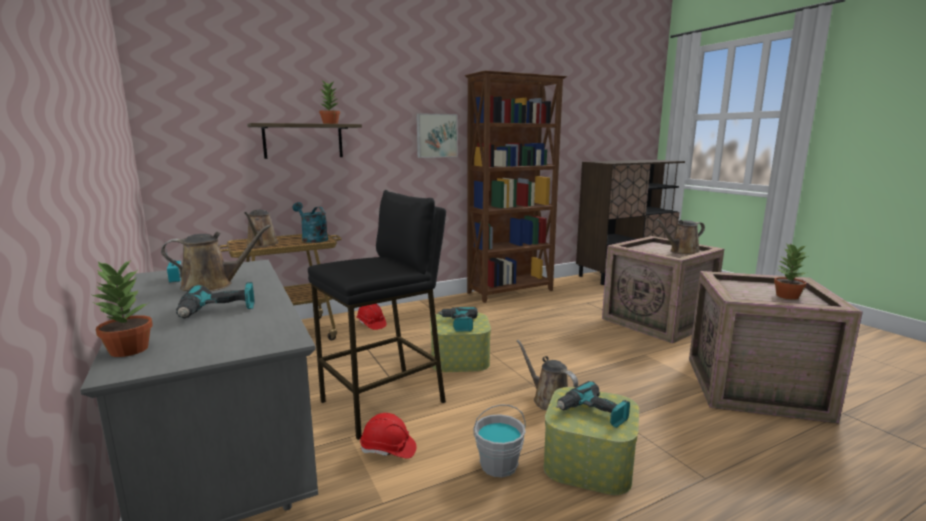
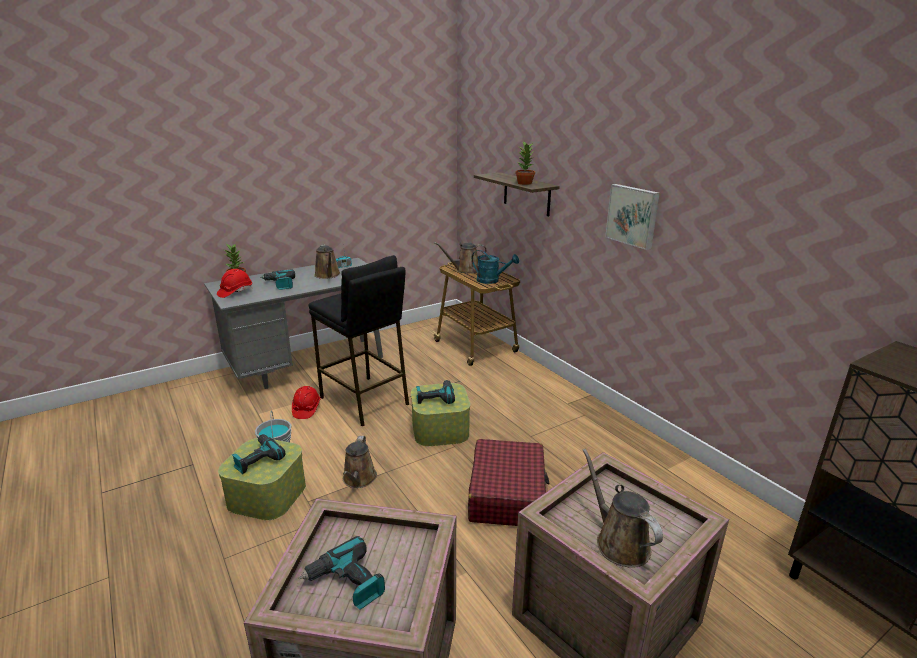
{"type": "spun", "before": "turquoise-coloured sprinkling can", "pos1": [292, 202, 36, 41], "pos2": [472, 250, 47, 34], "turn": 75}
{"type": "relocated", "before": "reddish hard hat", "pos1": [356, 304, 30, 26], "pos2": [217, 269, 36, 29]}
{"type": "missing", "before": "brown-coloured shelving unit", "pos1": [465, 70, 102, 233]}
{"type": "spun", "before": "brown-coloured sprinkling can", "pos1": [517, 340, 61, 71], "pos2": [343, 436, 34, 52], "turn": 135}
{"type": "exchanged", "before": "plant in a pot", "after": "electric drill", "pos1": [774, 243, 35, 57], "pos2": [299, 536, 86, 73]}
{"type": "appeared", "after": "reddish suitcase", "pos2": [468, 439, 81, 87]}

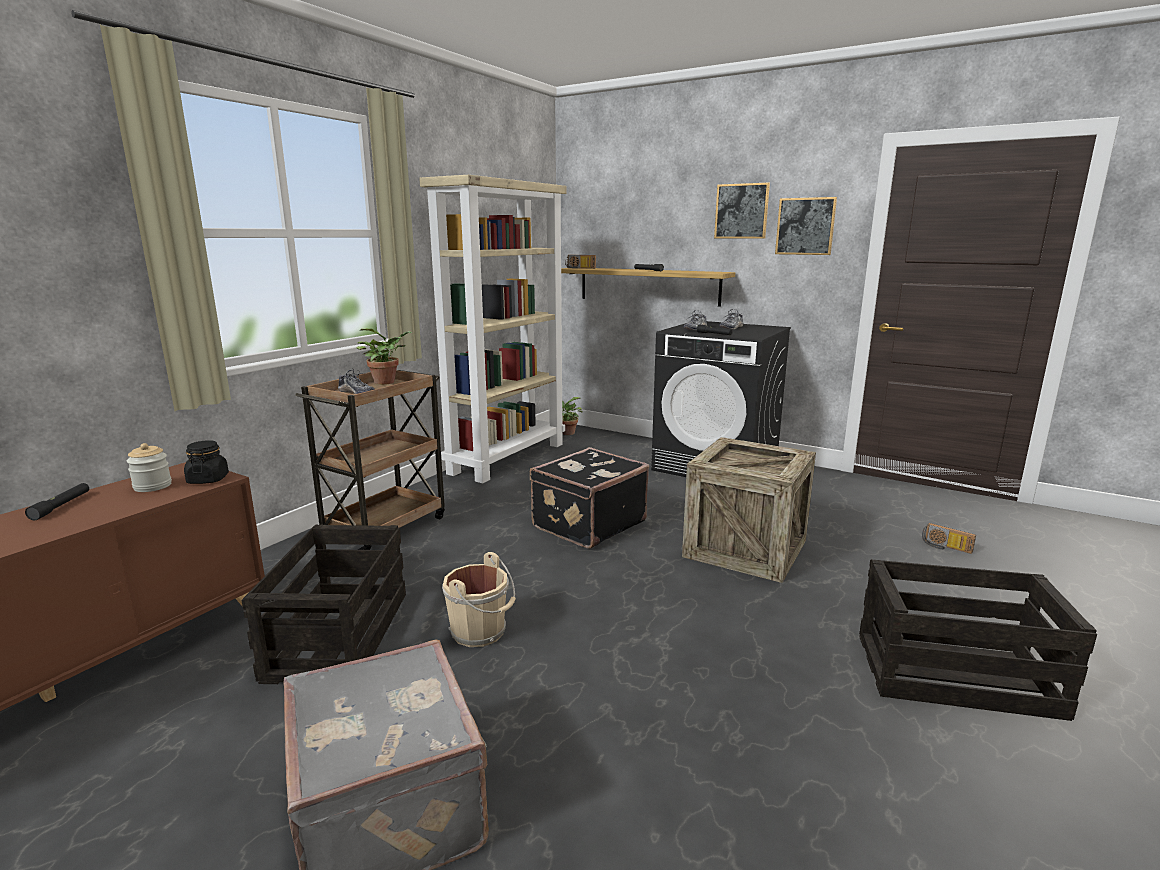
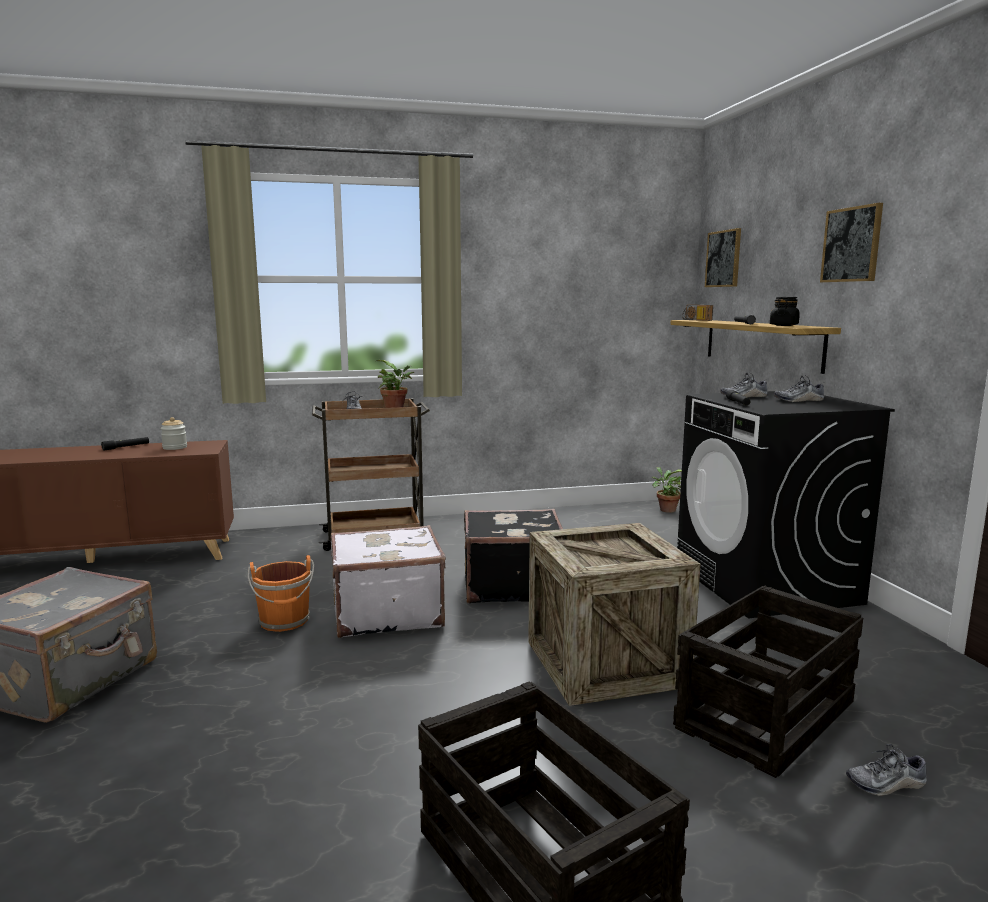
{"type": "relocated", "before": "blackish preserve jar", "pos1": [184, 440, 45, 44], "pos2": [770, 297, 30, 29]}
{"type": "relocated", "before": "crate", "pos1": [241, 524, 165, 160], "pos2": [673, 586, 190, 192]}
{"type": "missing", "before": "beige shelving unit", "pos1": [419, 175, 147, 308]}
{"type": "colour", "before": "beige water bucket", "after": "orange water bucket", "pos1": [442, 552, 74, 95], "pos2": [248, 555, 66, 77]}
{"type": "relocated", "before": "wall art", "pos1": [775, 197, 62, 58], "pos2": [705, 228, 36, 59]}
{"type": "exchanged", "before": "radio set", "after": "shoe", "pos1": [922, 523, 54, 31], "pos2": [846, 744, 81, 52]}
{"type": "appeared", "after": "white-coloured suitcase", "pos2": [331, 525, 115, 113]}

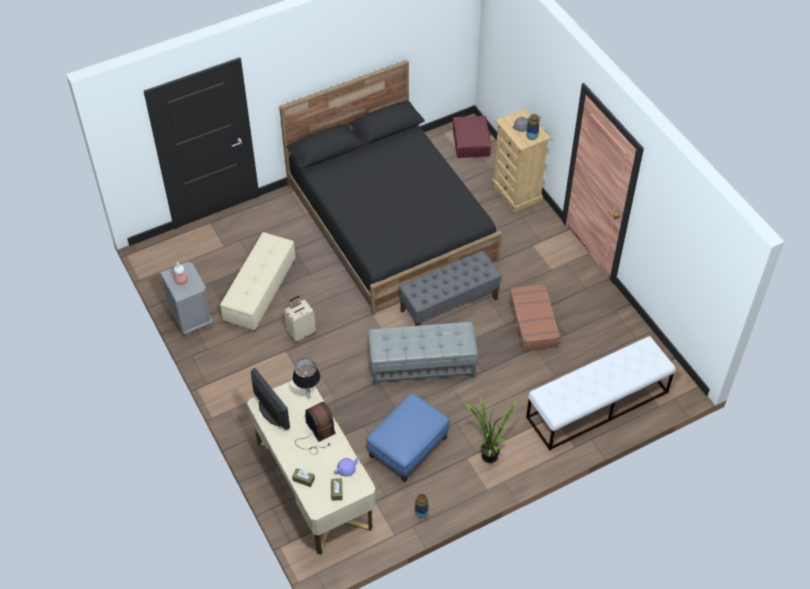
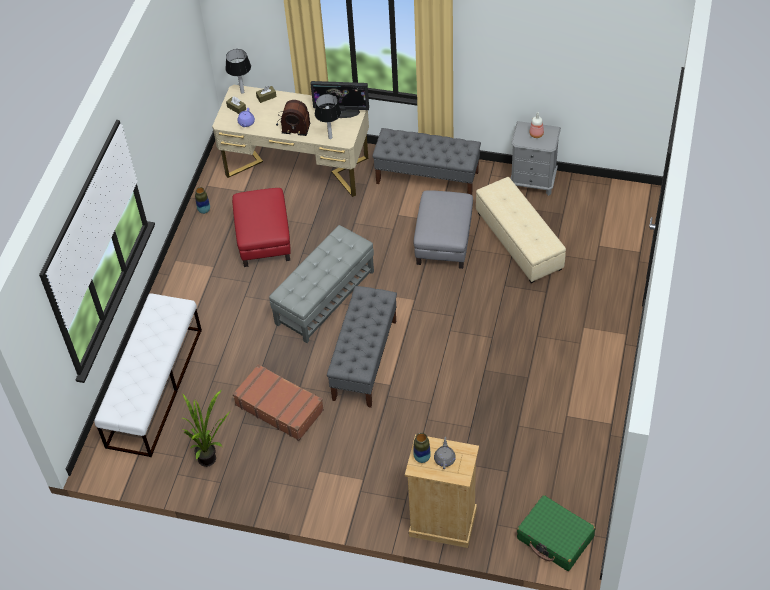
{"type": "missing", "before": "blackish bed", "pos1": [279, 60, 223, 256]}
{"type": "exchanged", "before": "beige suitcase", "after": "greyish ottoman", "pos1": [284, 296, 32, 47], "pos2": [414, 190, 59, 79]}
{"type": "colour", "before": "bluish ottoman", "after": "reddish ottoman", "pos1": [366, 394, 84, 88], "pos2": [232, 188, 59, 79]}
{"type": "colour", "before": "reddish suitcase", "after": "green-coloured suitcase", "pos1": [453, 115, 38, 43], "pos2": [517, 495, 78, 76]}
{"type": "relocated", "before": "plant in a pot", "pos1": [465, 397, 53, 66], "pos2": [181, 390, 48, 77]}
{"type": "appeared", "after": "tabletop lamp", "pos2": [225, 49, 26, 45]}
{"type": "appeared", "after": "greyish bench", "pos2": [372, 128, 109, 67]}

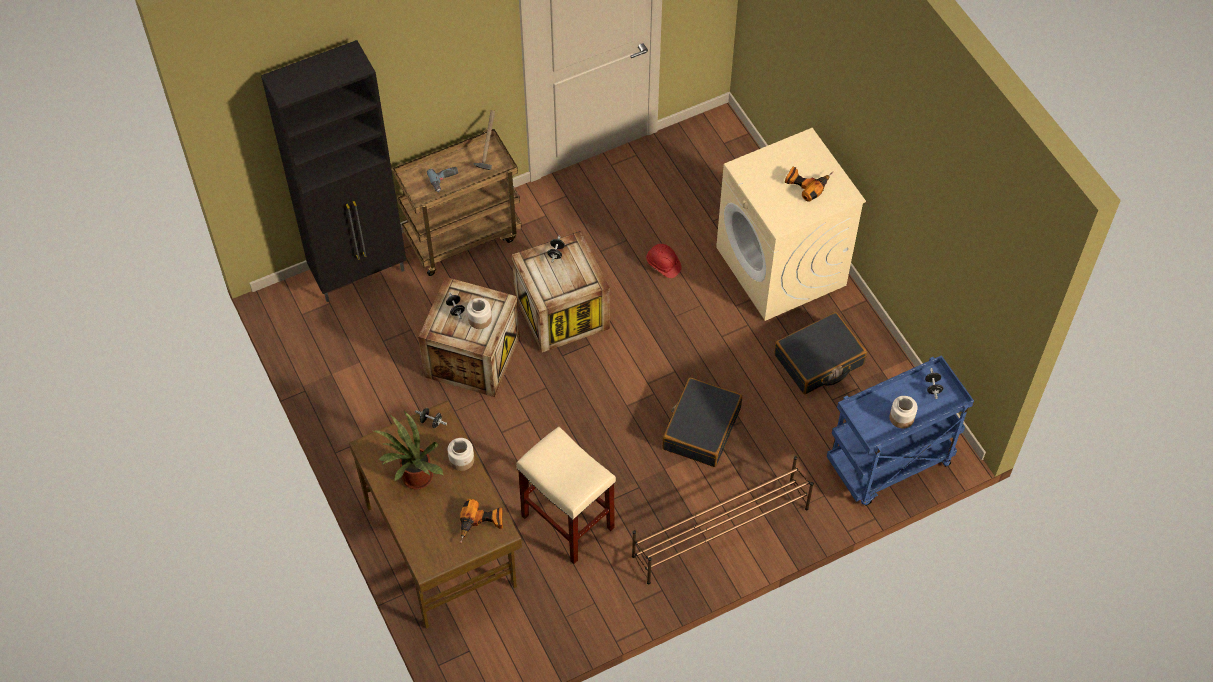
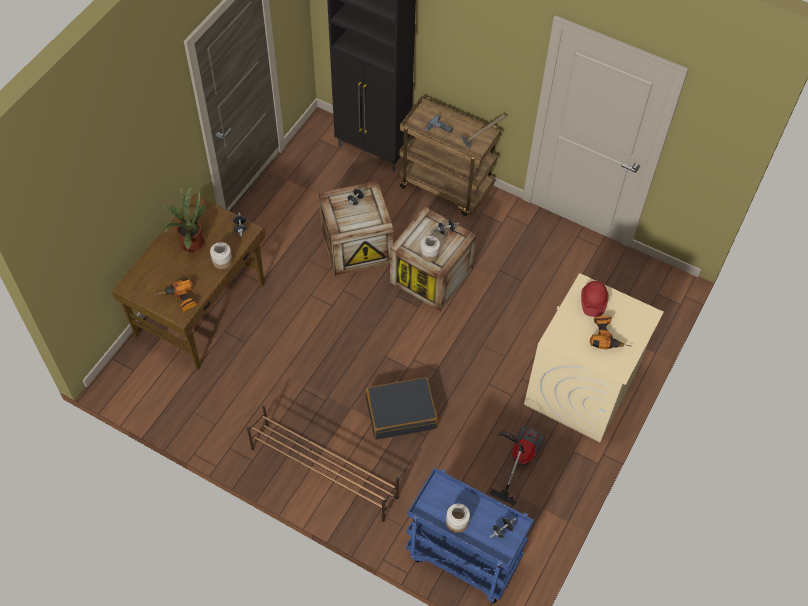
{"type": "relocated", "before": "preserve jar", "pos1": [467, 298, 25, 31], "pos2": [420, 236, 20, 26]}
{"type": "missing", "before": "beige sitting stool", "pos1": [516, 426, 100, 138]}
{"type": "relocated", "before": "reddish hard hat", "pos1": [646, 244, 36, 34], "pos2": [581, 281, 28, 36]}
{"type": "exchanged", "before": "blackish suitcase", "after": "hoover", "pos1": [774, 312, 93, 82], "pos2": [489, 426, 57, 80]}

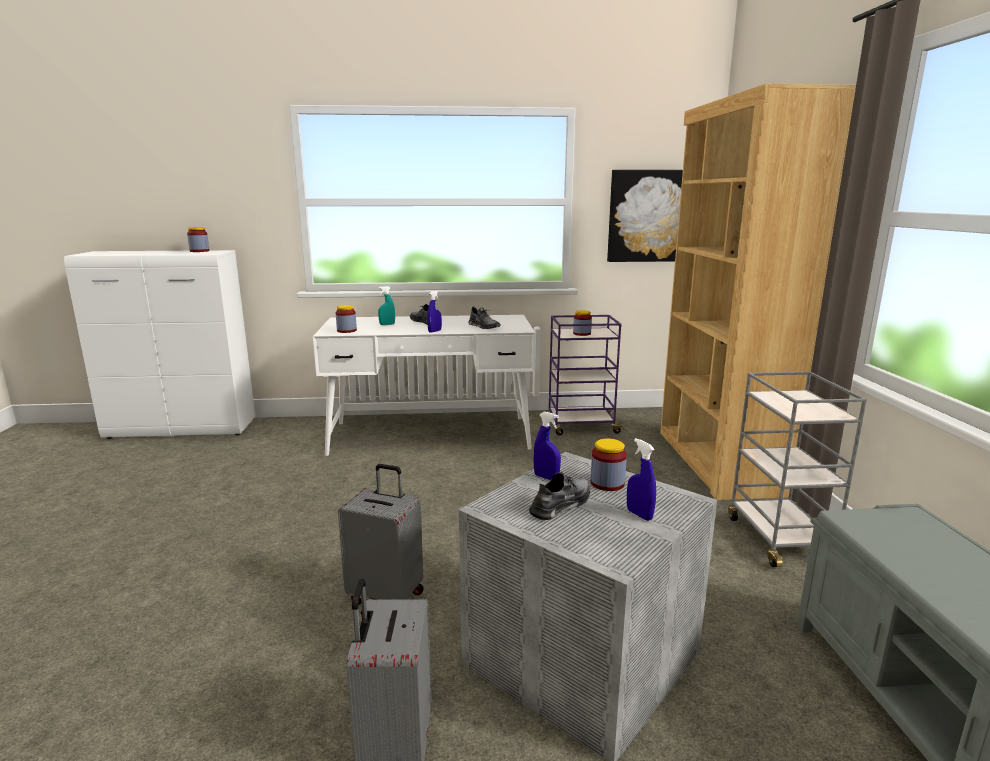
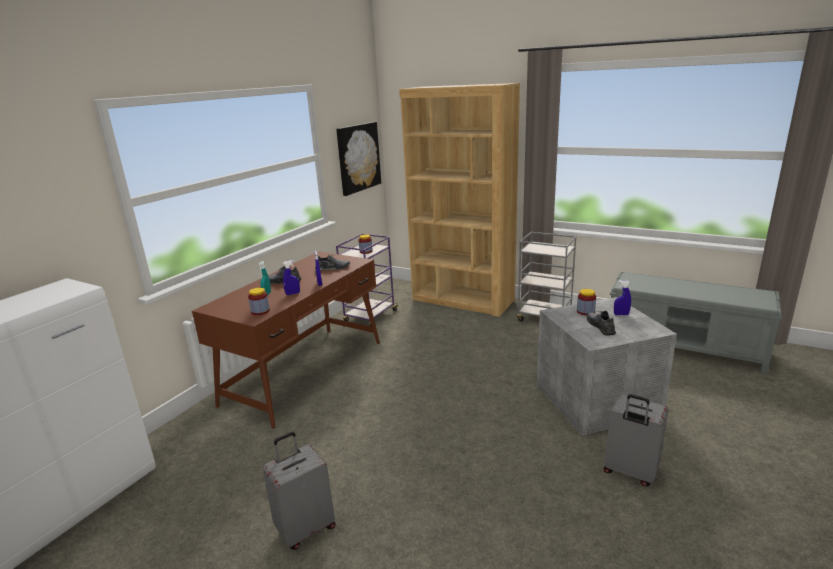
{"type": "missing", "before": "preserve jar", "pos1": [187, 227, 22, 25]}
{"type": "colour", "before": "white-coloured desk", "after": "brown-coloured desk", "pos1": [313, 315, 222, 141], "pos2": [192, 252, 188, 177]}
{"type": "relocated", "before": "greyish suitcase", "pos1": [338, 464, 86, 141], "pos2": [262, 432, 74, 118]}
{"type": "relocated", "before": "bluish hand sprayer", "pos1": [533, 411, 28, 69], "pos2": [283, 260, 17, 35]}

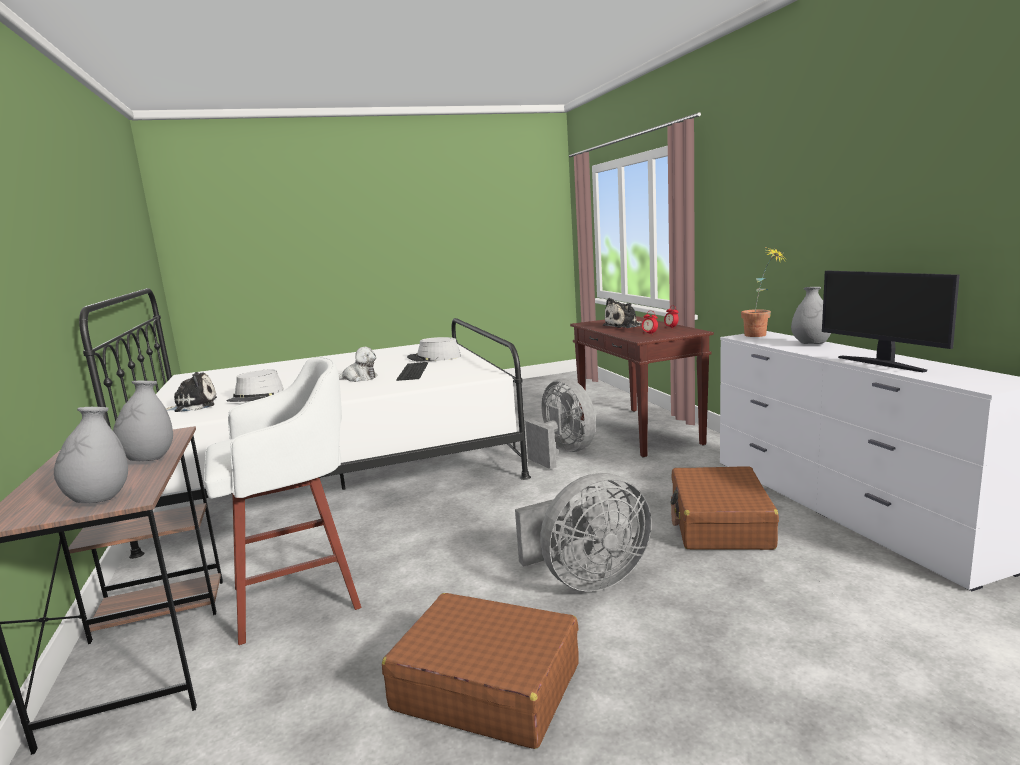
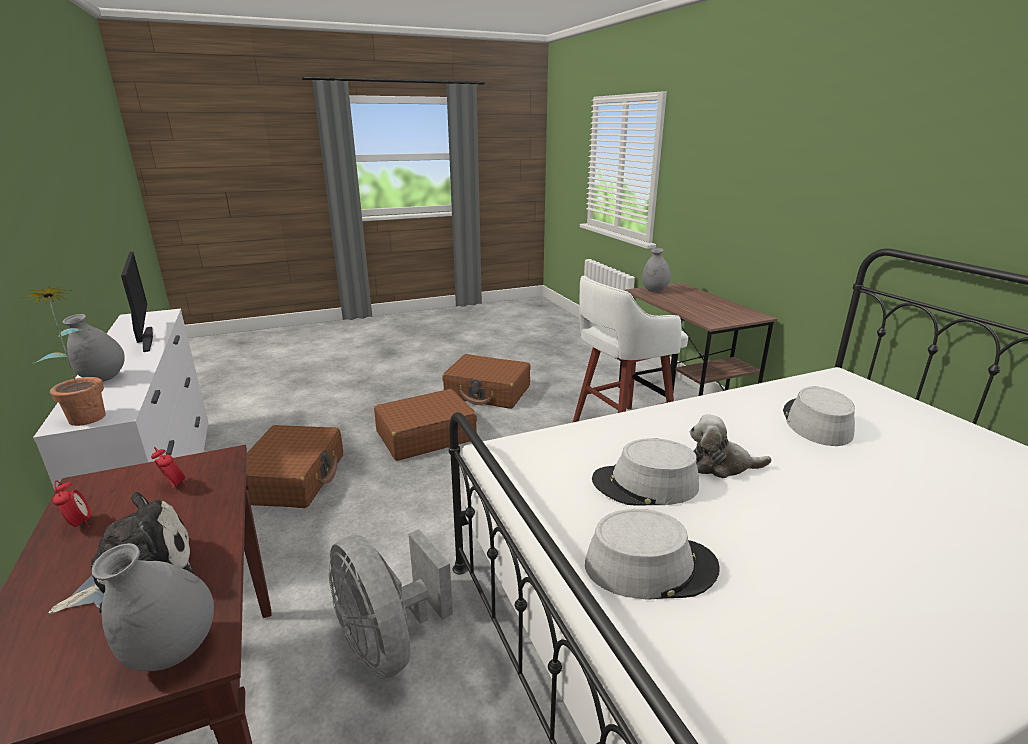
{"type": "relocated", "before": "greyish decorative vase", "pos1": [113, 381, 60, 80], "pos2": [92, 543, 122, 128]}
{"type": "missing", "before": "soft toy", "pos1": [166, 372, 51, 40]}
{"type": "exchanged", "before": "PC keyboard", "after": "greyish clothing hat", "pos1": [396, 362, 32, 19], "pos2": [592, 438, 107, 68]}
{"type": "exchanged", "before": "greyish fan", "after": "brown-coloured suitcase", "pos1": [515, 473, 137, 119], "pos2": [374, 389, 103, 72]}

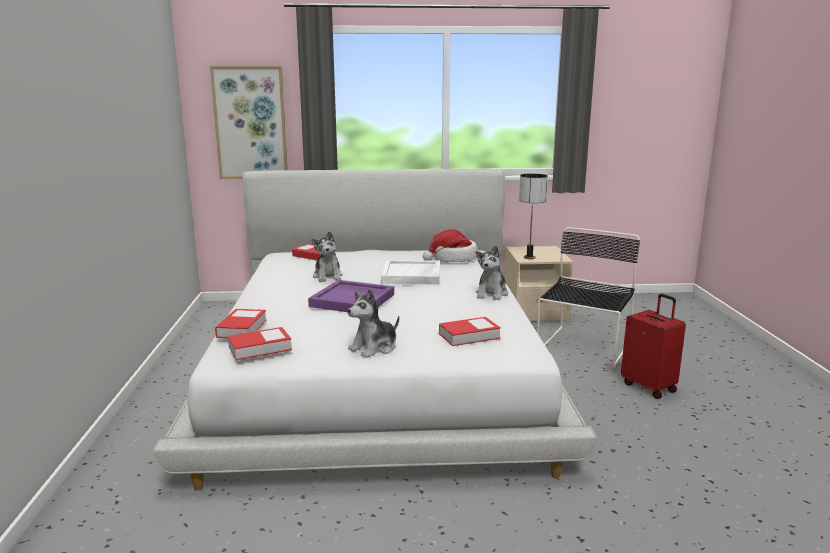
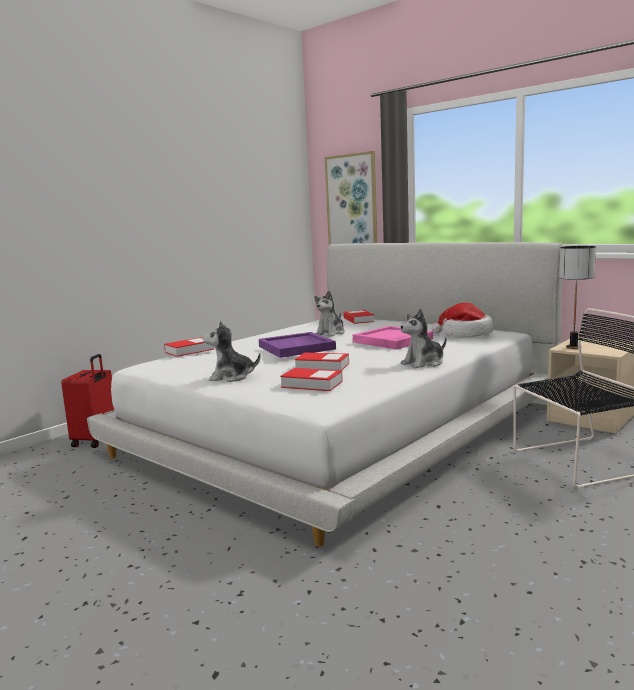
{"type": "relocated", "before": "book", "pos1": [228, 327, 64, 33], "pos2": [295, 352, 54, 19]}
{"type": "colour", "before": "white-coloured carrying tray", "after": "pink carrying tray", "pos1": [381, 260, 59, 25], "pos2": [353, 326, 80, 24]}
{"type": "relocated", "before": "reddish suitcase", "pos1": [621, 294, 65, 105], "pos2": [61, 354, 53, 94]}

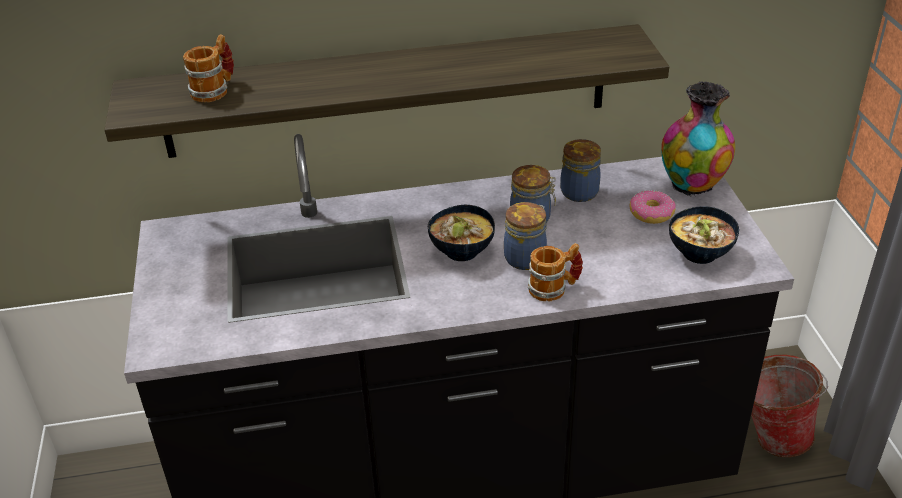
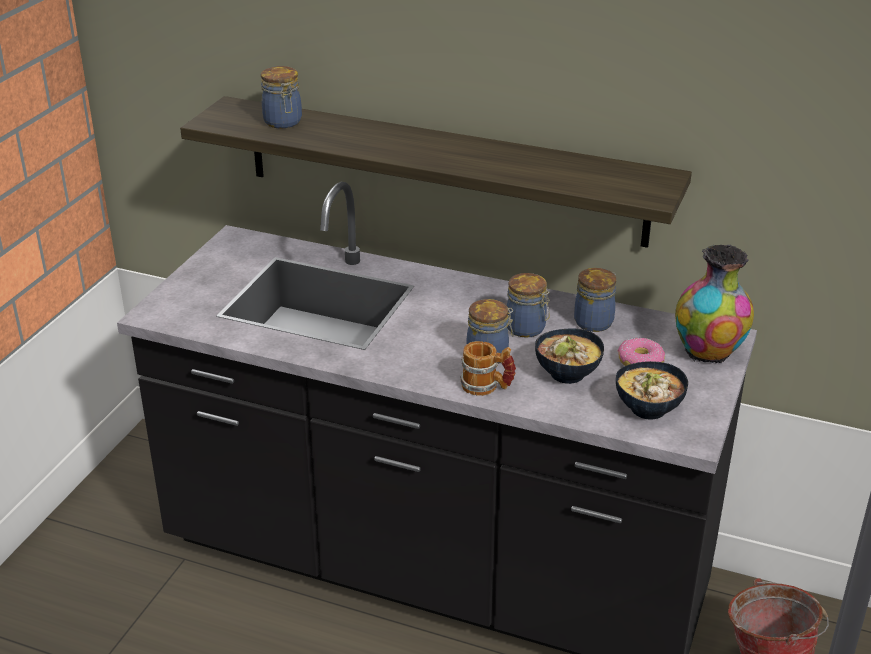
{"type": "exchanged", "before": "mug", "after": "preserve jar", "pos1": [183, 34, 51, 68], "pos2": [261, 66, 41, 62]}
{"type": "relocated", "before": "serving bowl", "pos1": [428, 205, 67, 56], "pos2": [535, 329, 69, 55]}

